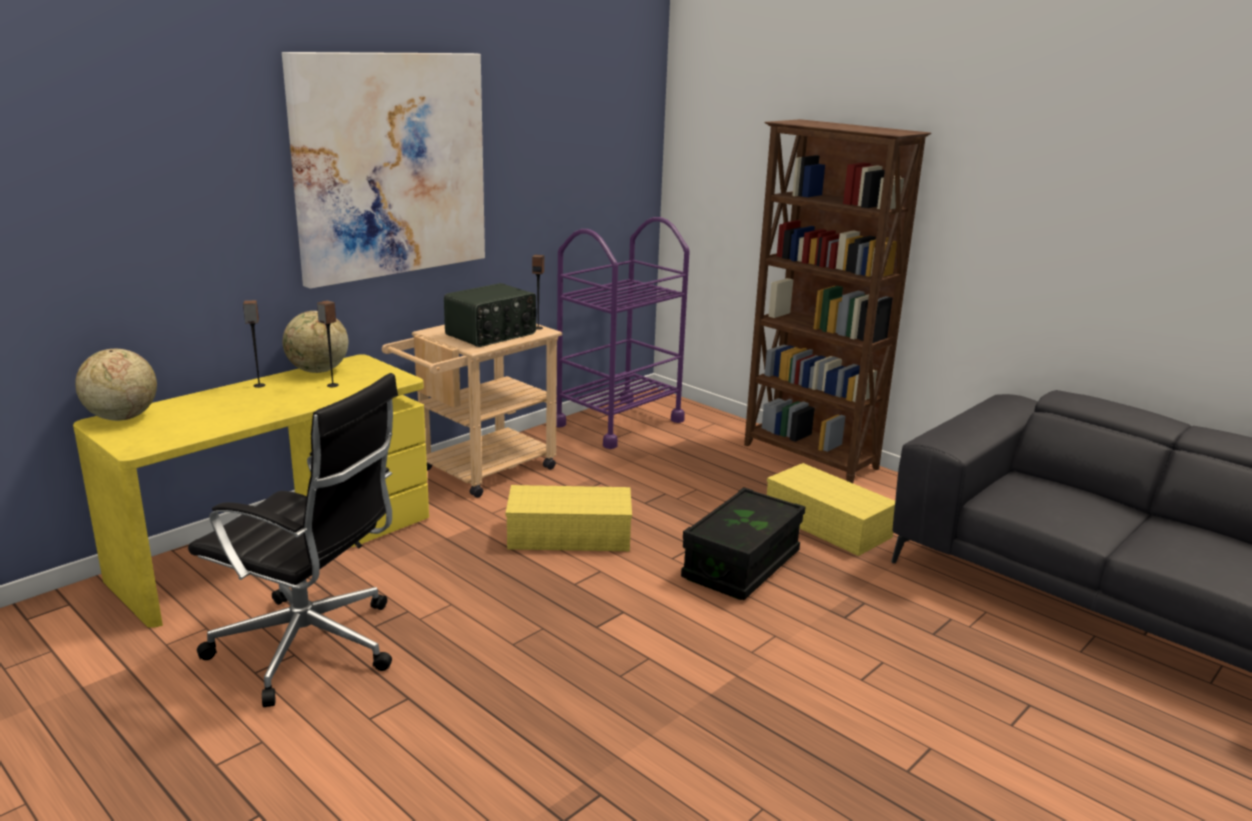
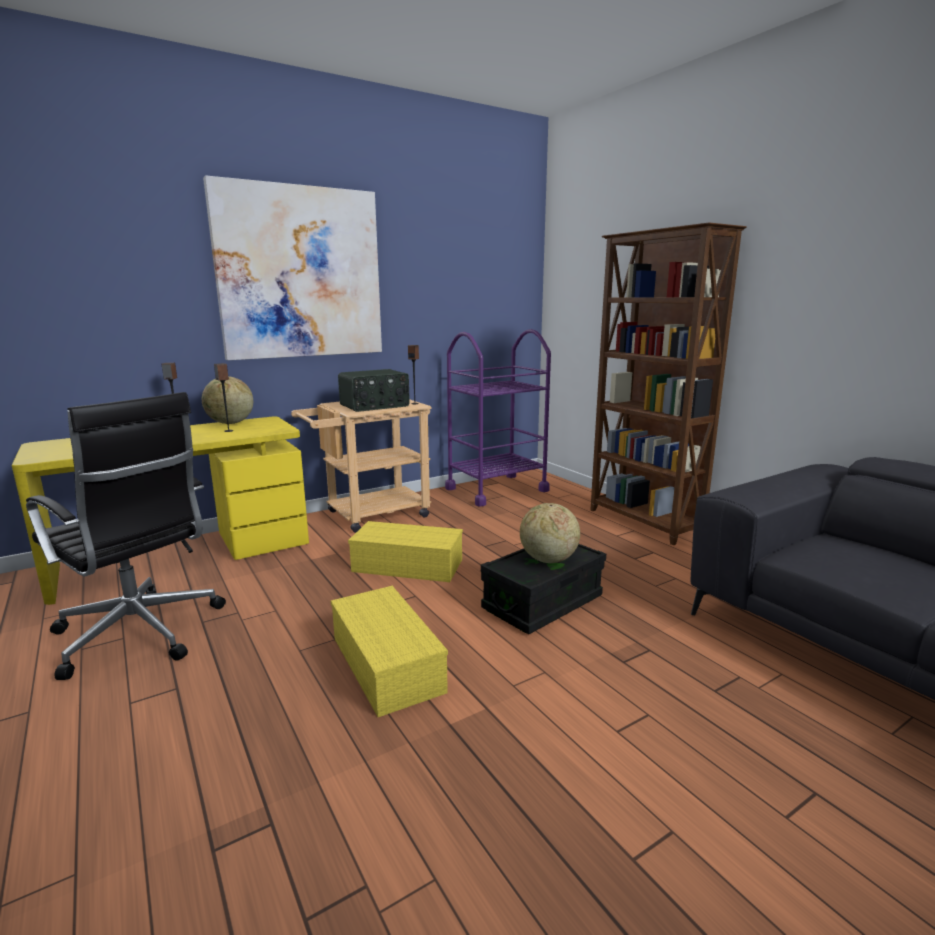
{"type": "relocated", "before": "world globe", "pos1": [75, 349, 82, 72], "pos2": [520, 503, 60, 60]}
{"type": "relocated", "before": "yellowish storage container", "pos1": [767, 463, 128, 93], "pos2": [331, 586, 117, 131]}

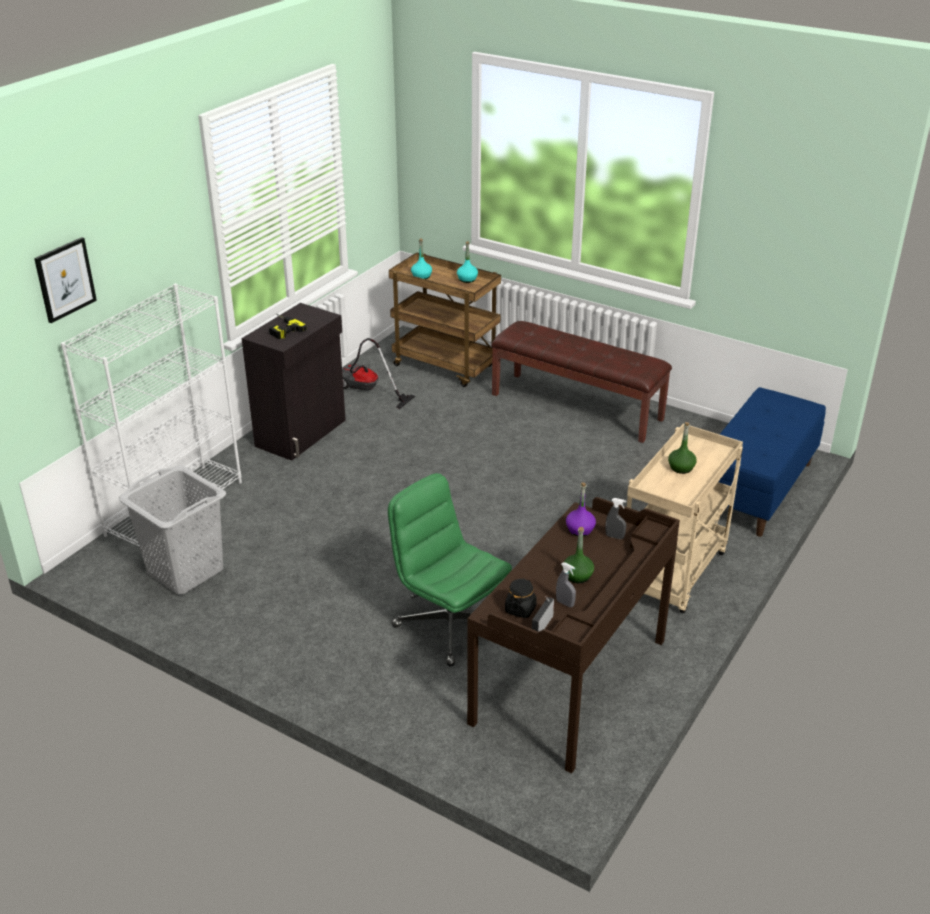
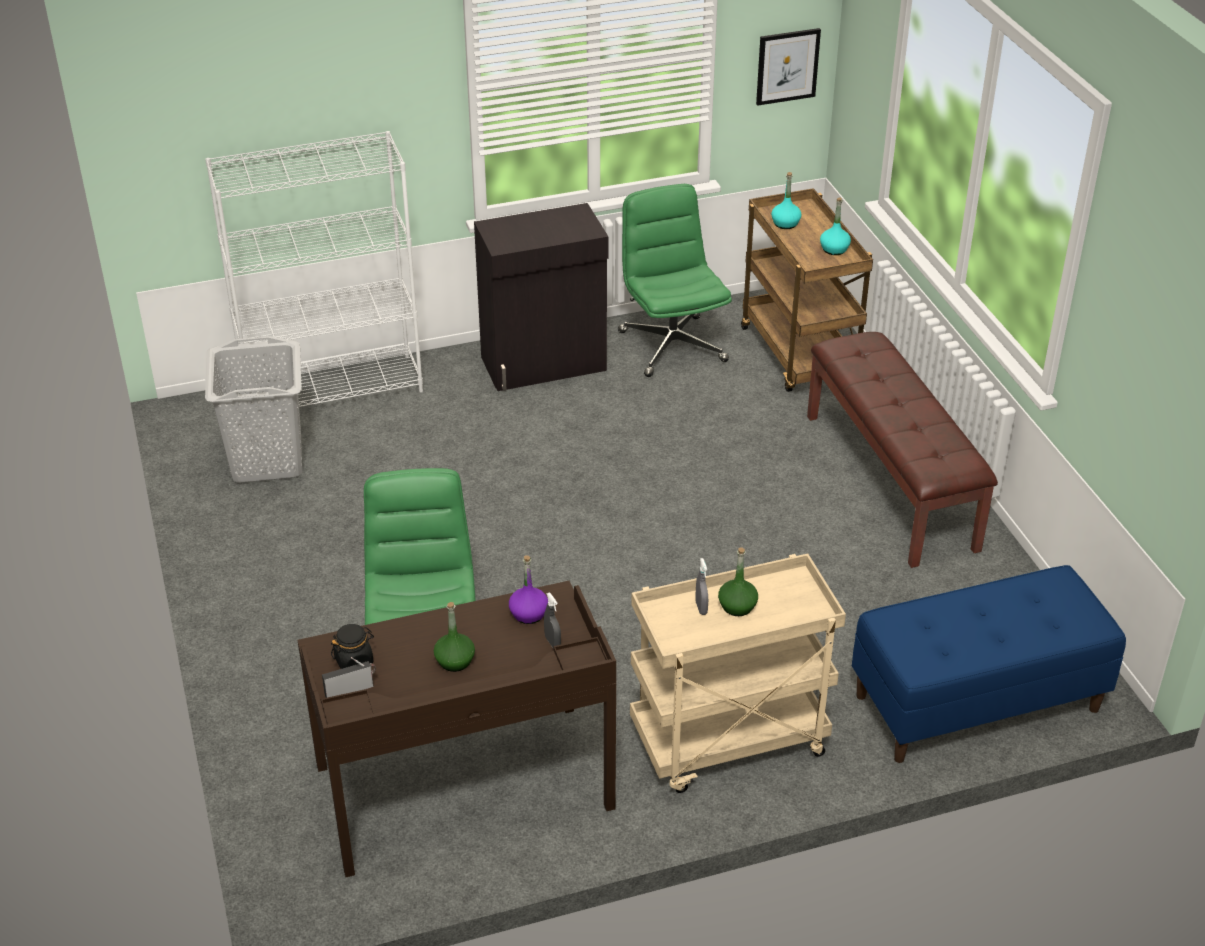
{"type": "relocated", "before": "wall art", "pos1": [34, 237, 63, 86], "pos2": [756, 28, 65, 77]}
{"type": "missing", "before": "electric drill", "pos1": [269, 314, 38, 25]}
{"type": "exchanged", "before": "hoover", "after": "green-coloured computer chair", "pos1": [342, 338, 73, 71], "pos2": [618, 184, 114, 193]}
{"type": "relocated", "before": "greyish hand sprayer", "pos1": [556, 562, 20, 45], "pos2": [695, 558, 13, 57]}

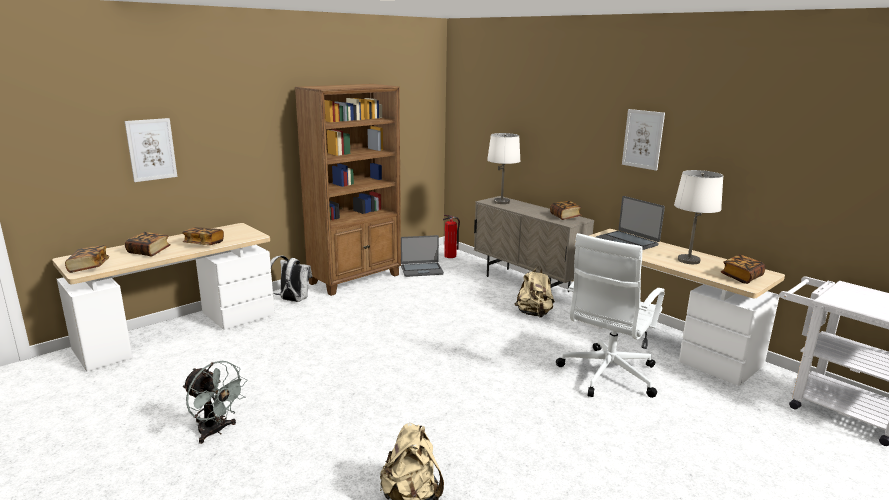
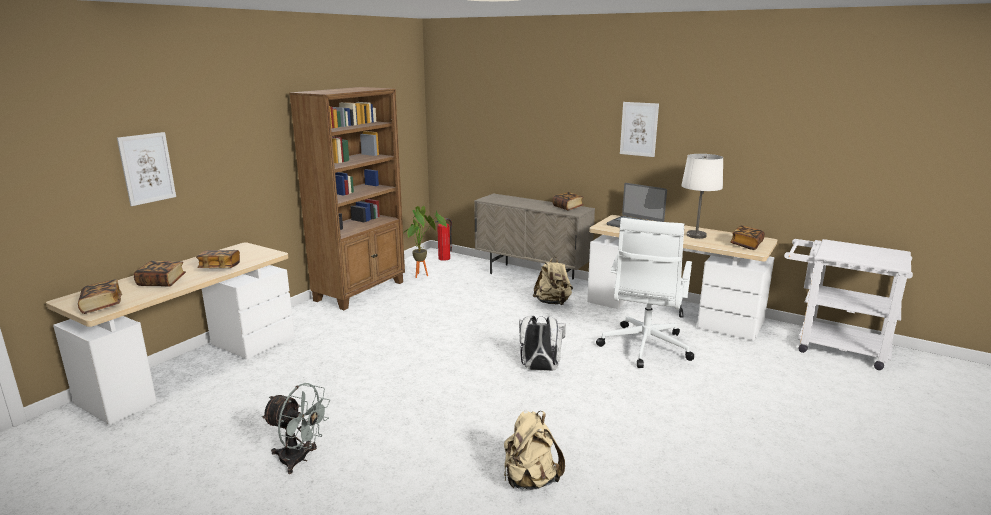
{"type": "relocated", "before": "white-coloured rucksack", "pos1": [270, 256, 42, 46], "pos2": [519, 315, 47, 56]}
{"type": "exchanged", "before": "portable computer", "after": "plant in a pot", "pos1": [401, 235, 43, 42], "pos2": [403, 206, 44, 72]}
{"type": "missing", "before": "white-coloured tabletop lamp", "pos1": [487, 133, 33, 71]}

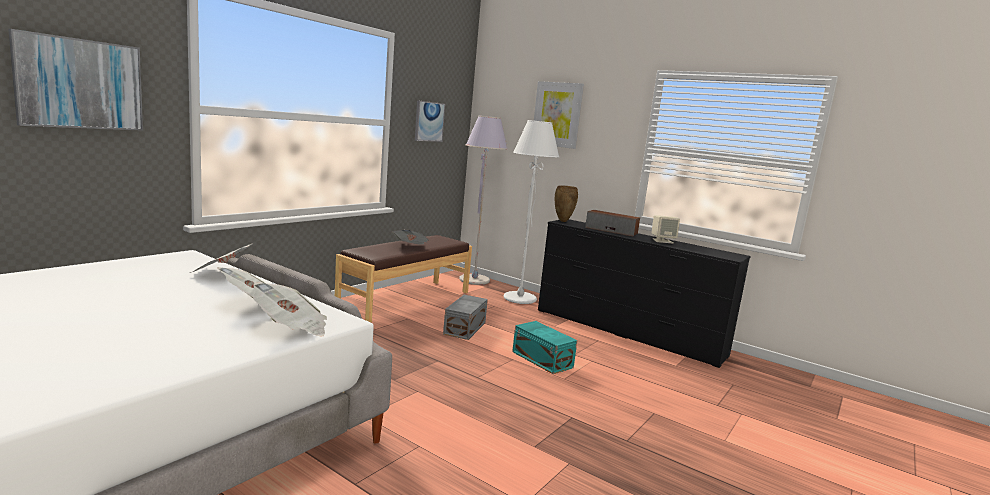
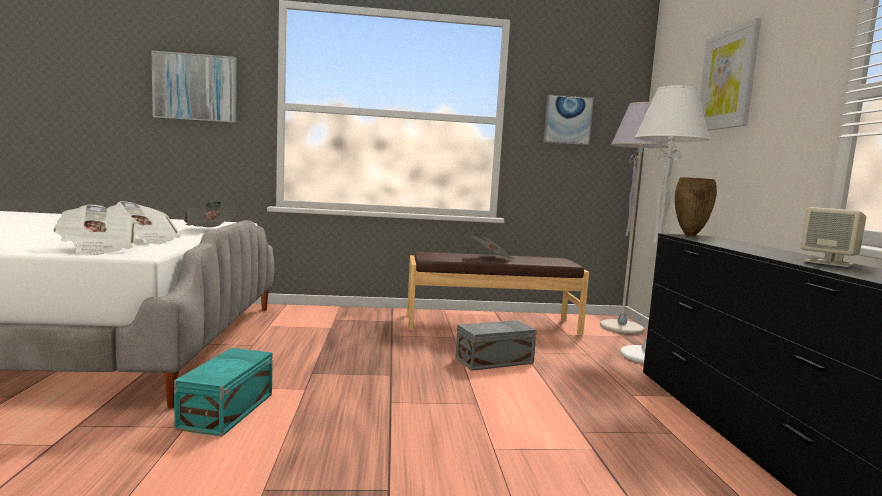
{"type": "relocated", "before": "turquoise-coloured storage container", "pos1": [512, 321, 65, 53], "pos2": [174, 348, 99, 88]}
{"type": "missing", "before": "loudspeaker", "pos1": [585, 210, 55, 26]}

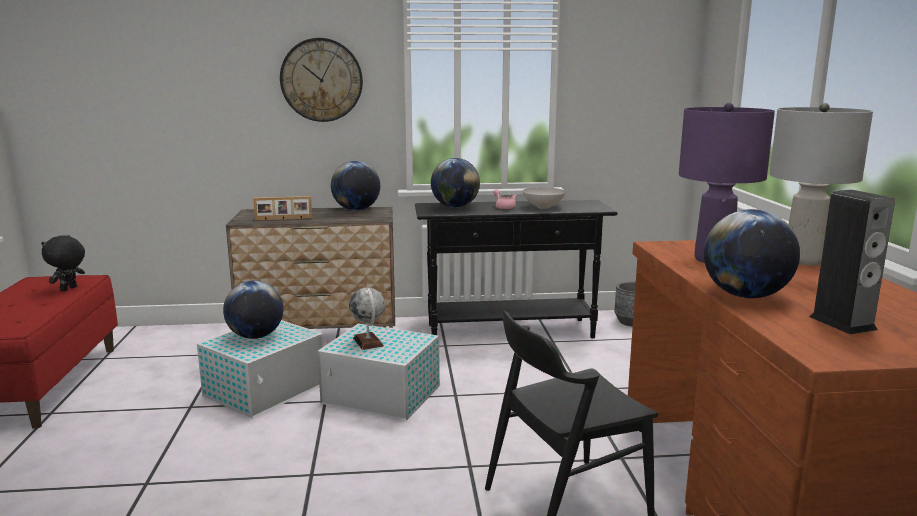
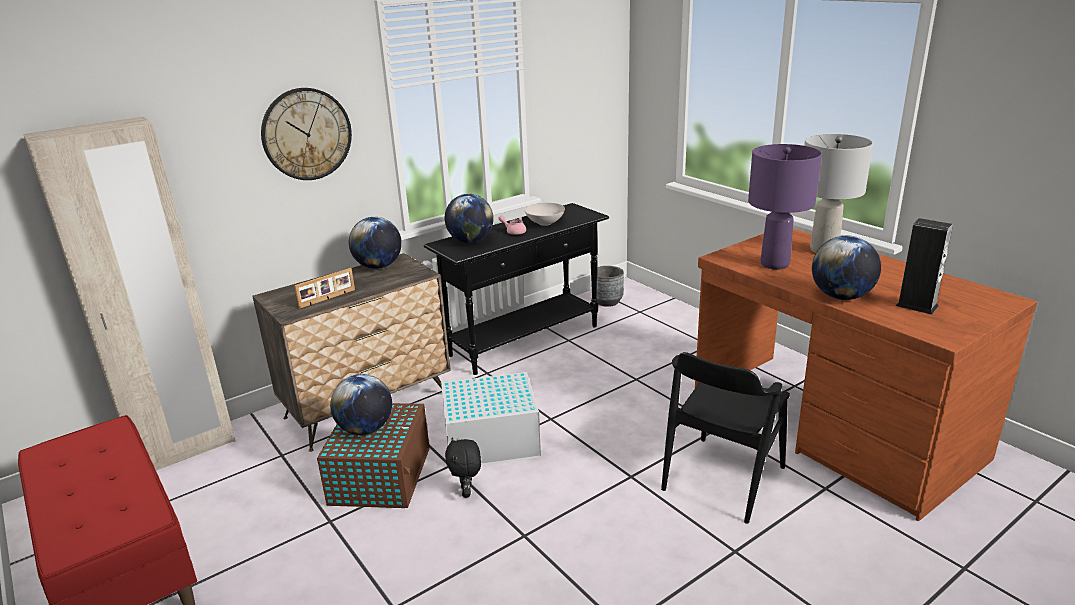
{"type": "relocated", "before": "blackish soft toy", "pos1": [41, 235, 44, 56], "pos2": [445, 437, 36, 61]}
{"type": "colour", "before": "white-coloured storage container", "after": "brown-coloured storage container", "pos1": [197, 320, 127, 98], "pos2": [317, 403, 113, 105]}
{"type": "missing", "before": "world globe", "pos1": [349, 288, 36, 62]}
{"type": "appeared", "after": "beige clothes cupboard", "pos2": [23, 117, 212, 354]}

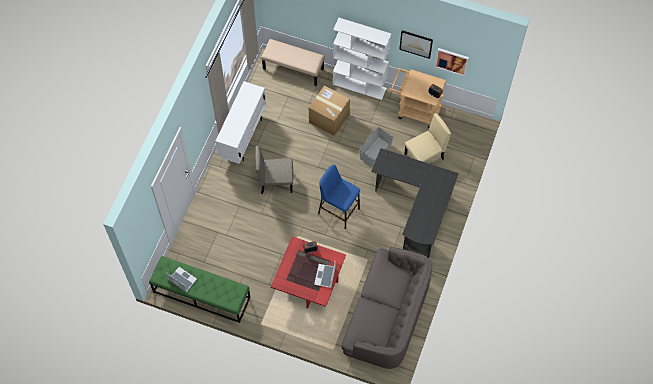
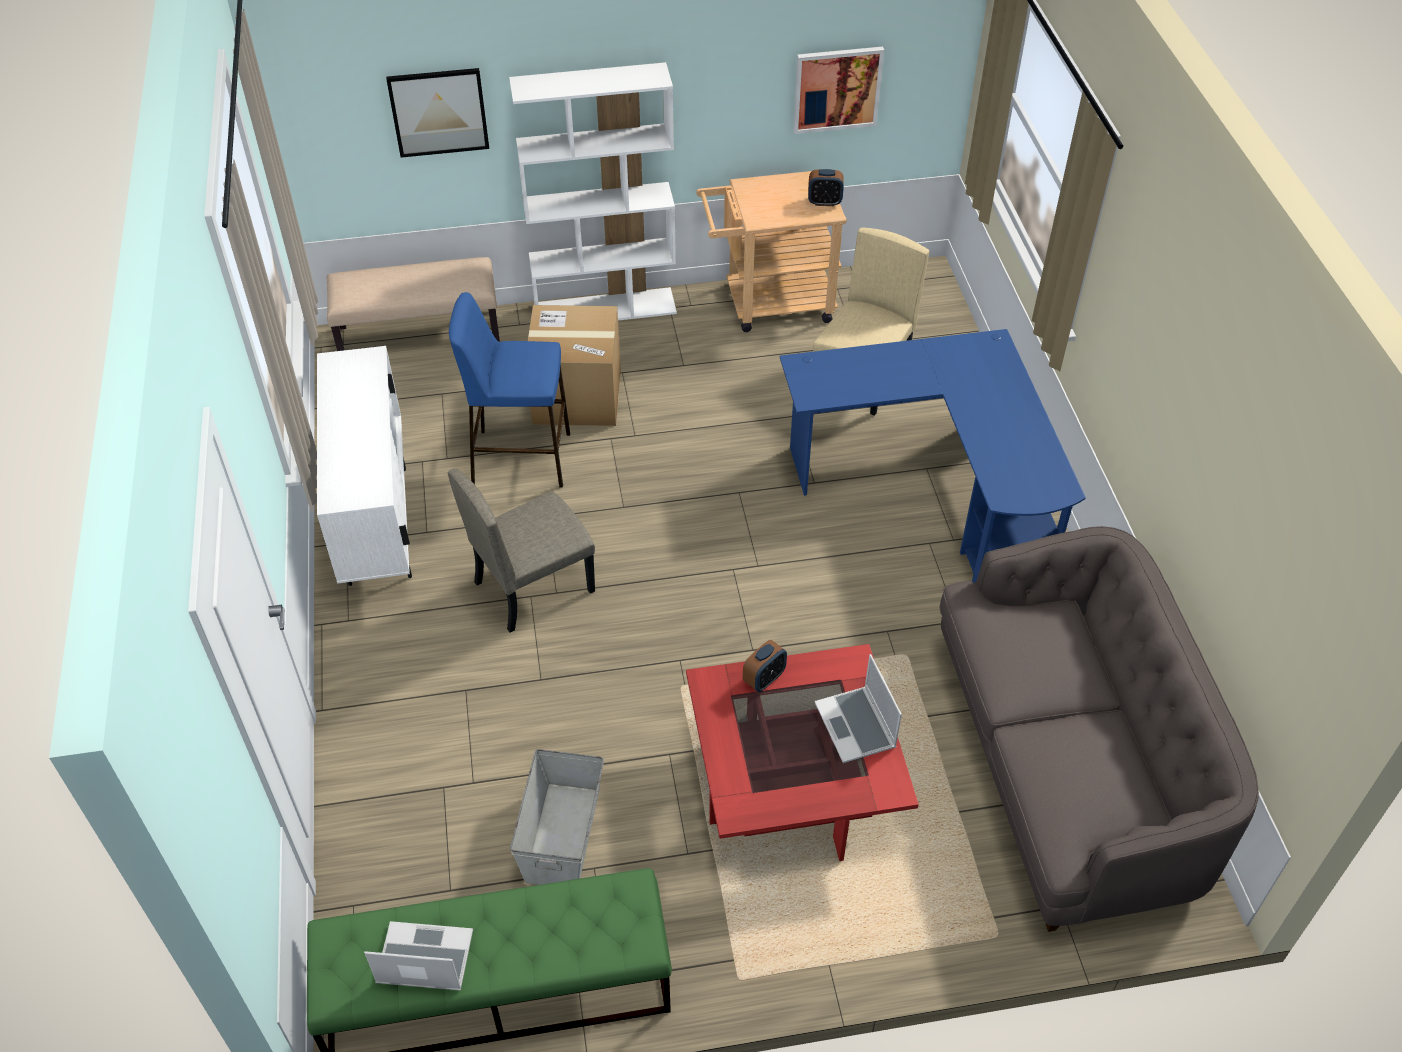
{"type": "relocated", "before": "bluish sitting stool", "pos1": [318, 165, 42, 65], "pos2": [449, 292, 121, 196]}
{"type": "relocated", "before": "greyish storage container", "pos1": [359, 127, 35, 40], "pos2": [510, 749, 94, 136]}
{"type": "colour", "before": "blackish desk", "after": "bluish desk", "pos1": [371, 148, 88, 110], "pos2": [780, 329, 306, 254]}
{"type": "relocated", "before": "wall art", "pos1": [399, 30, 34, 29], "pos2": [386, 68, 103, 90]}

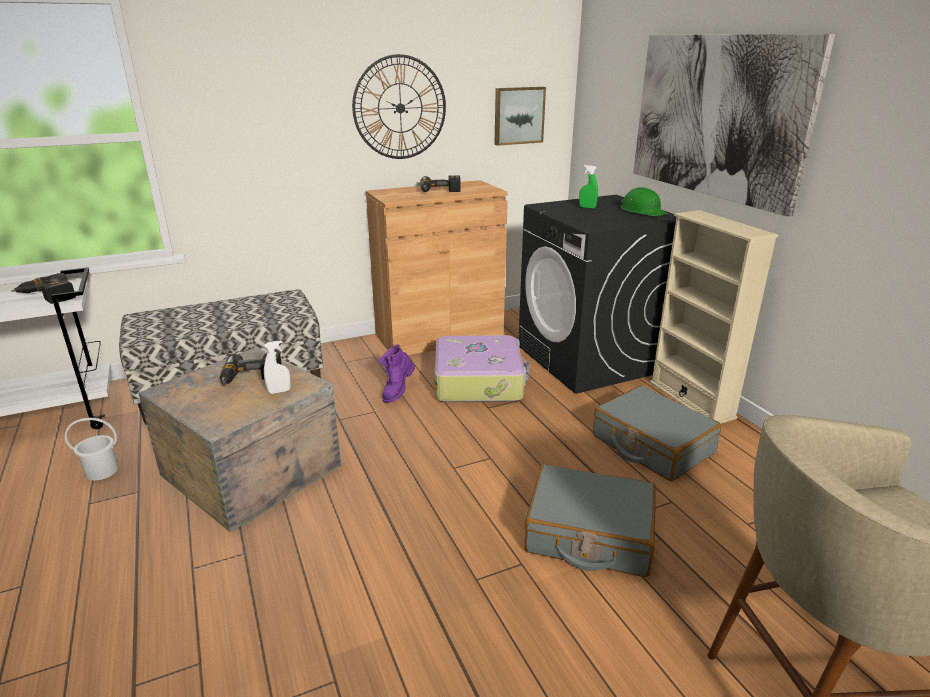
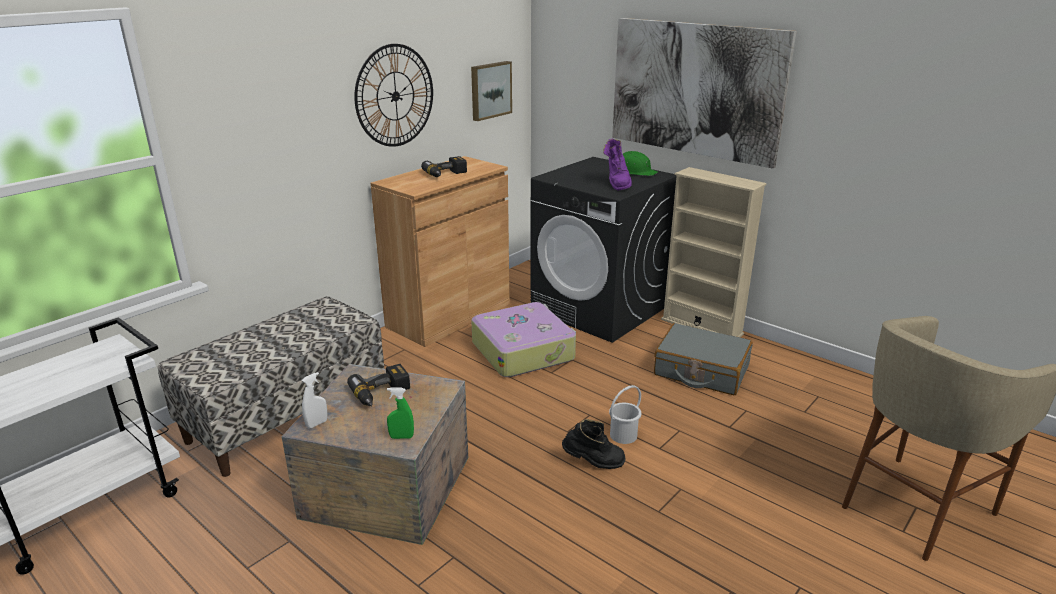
{"type": "missing", "before": "electric drill", "pos1": [11, 273, 65, 31]}
{"type": "relocated", "before": "white-coloured water bucket", "pos1": [65, 418, 53, 63], "pos2": [609, 385, 32, 59]}
{"type": "relocated", "before": "white-coloured hand sprayer", "pos1": [264, 341, 27, 53], "pos2": [302, 372, 25, 56]}
{"type": "relocated", "before": "purplish high-top boot", "pos1": [378, 344, 37, 59], "pos2": [603, 138, 29, 53]}
{"type": "missing", "before": "greyish suitcase", "pos1": [525, 464, 131, 113]}
{"type": "relocated", "before": "green-coloured hand sprayer", "pos1": [579, 165, 19, 44], "pos2": [387, 387, 27, 52]}
{"type": "appeared", "after": "blackish high-top boot", "pos2": [562, 419, 64, 50]}

